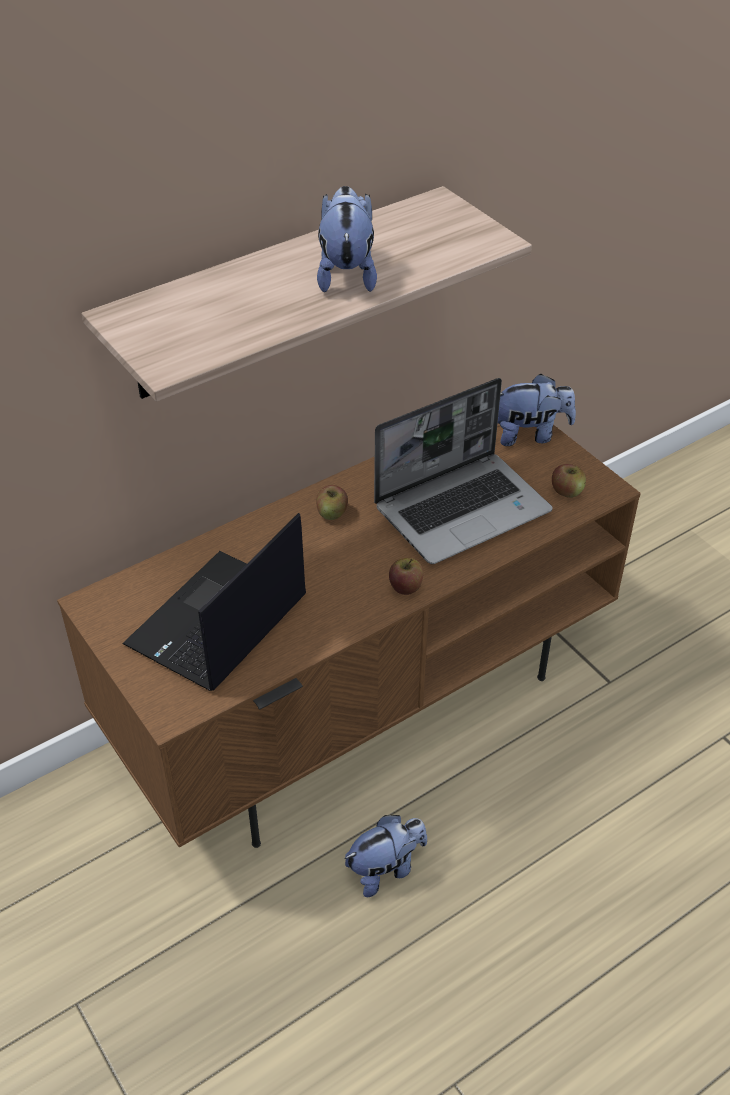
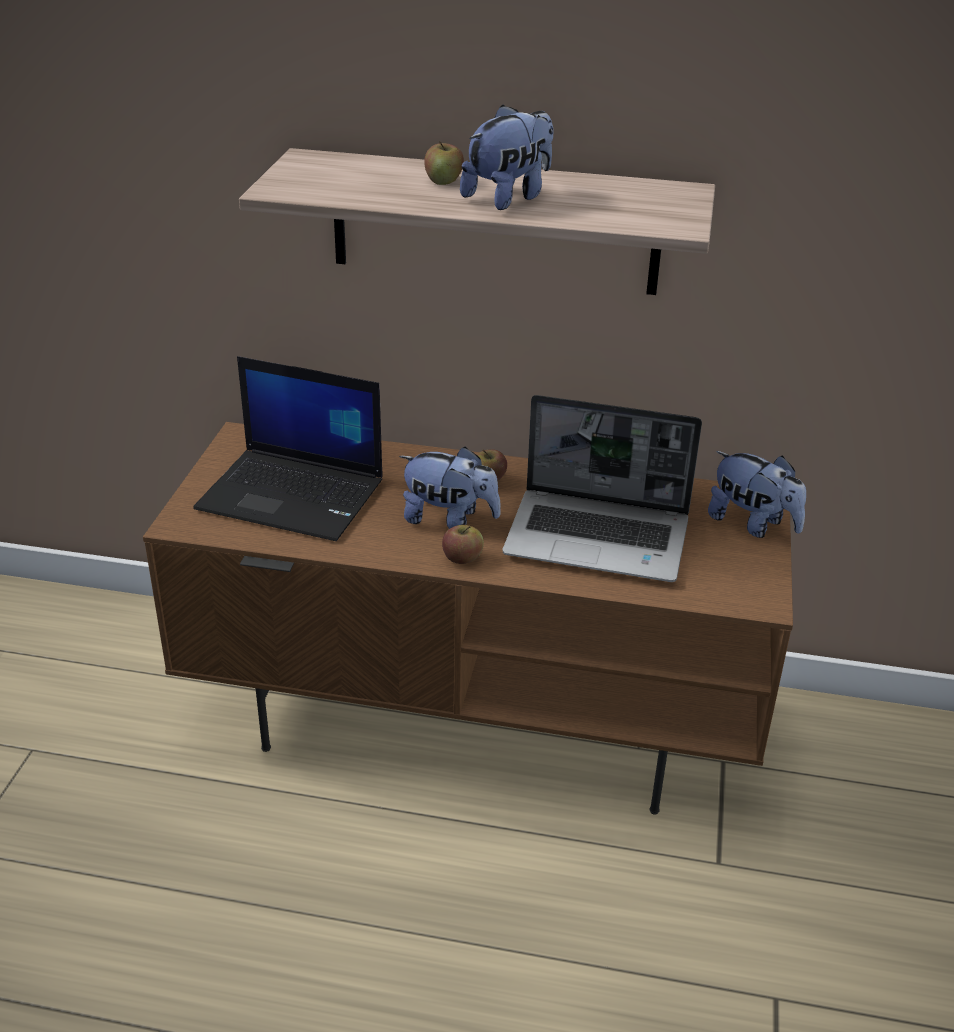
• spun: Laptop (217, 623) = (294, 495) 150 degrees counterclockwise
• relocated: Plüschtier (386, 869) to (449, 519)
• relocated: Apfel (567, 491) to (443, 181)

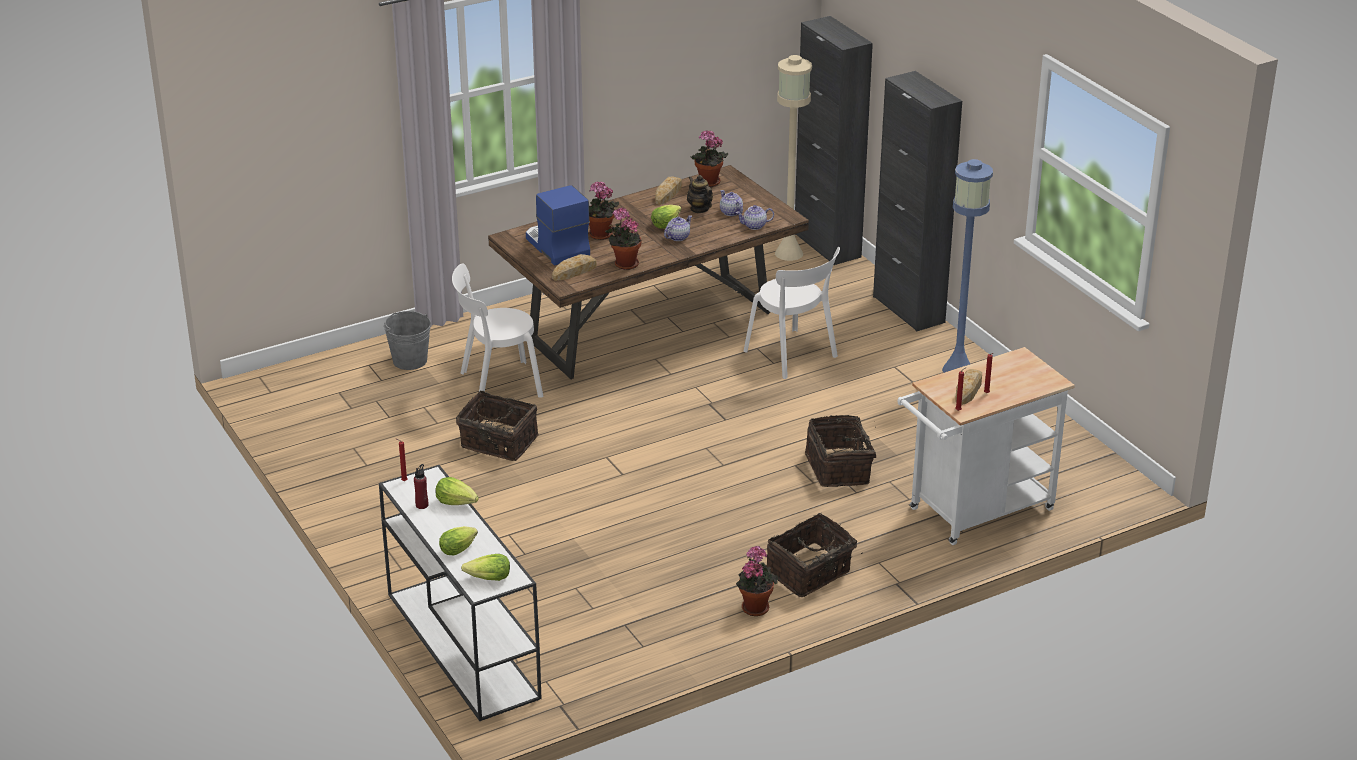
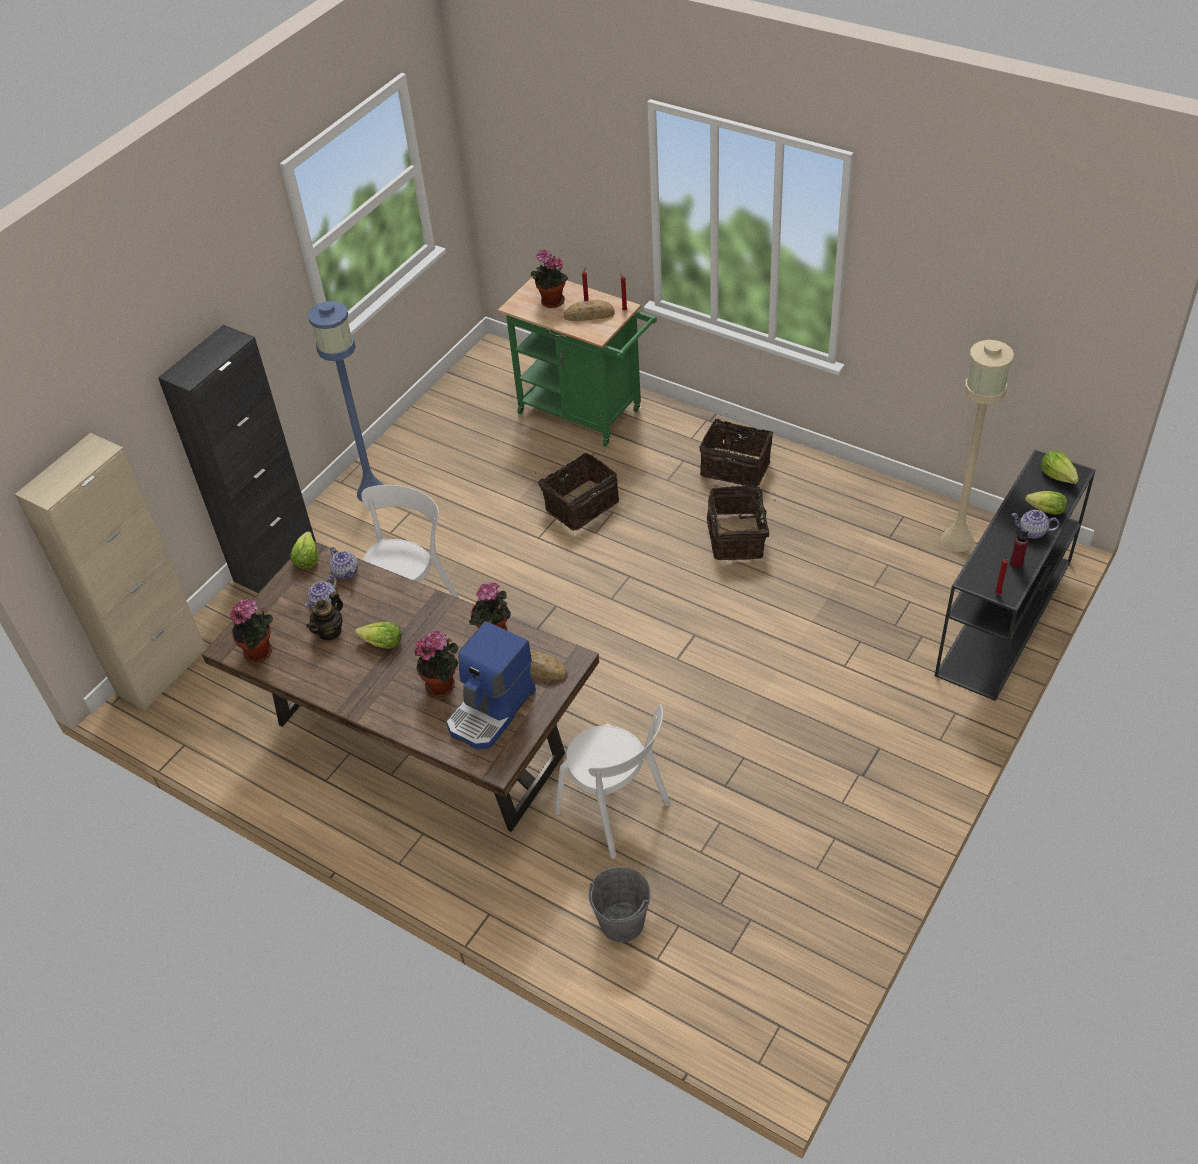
• colour: Schrank/schwarz (827, 245) to Schrank/beige (162, 672)
• relocated: Salatkopf (456, 502) to (307, 558)
• colour: Rollwagen/weiß (974, 513) to Rollwagen/grün (586, 413)
• relocated: Topfpflanze (755, 606) to (550, 302)
• relocated: Korb (498, 443) to (738, 537)
• colour: Konsolentisch/weiß (461, 644) to Konsolentisch/schwarz (1004, 619)
• relocated: Stehlampe/beige (788, 253) to (957, 540)
• relocated: Teekanne (678, 237) to (1032, 532)
• missing: Brot (668, 194)

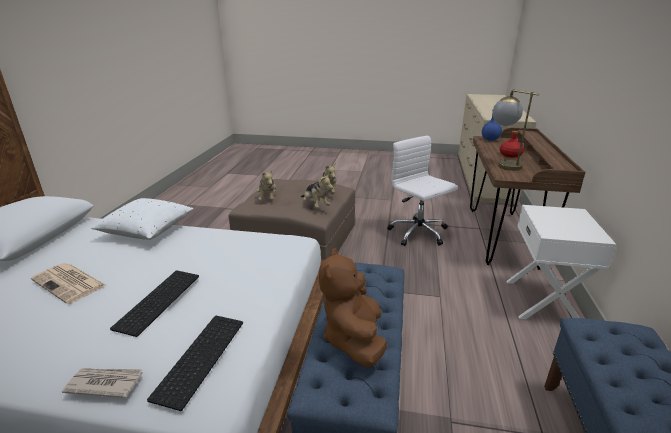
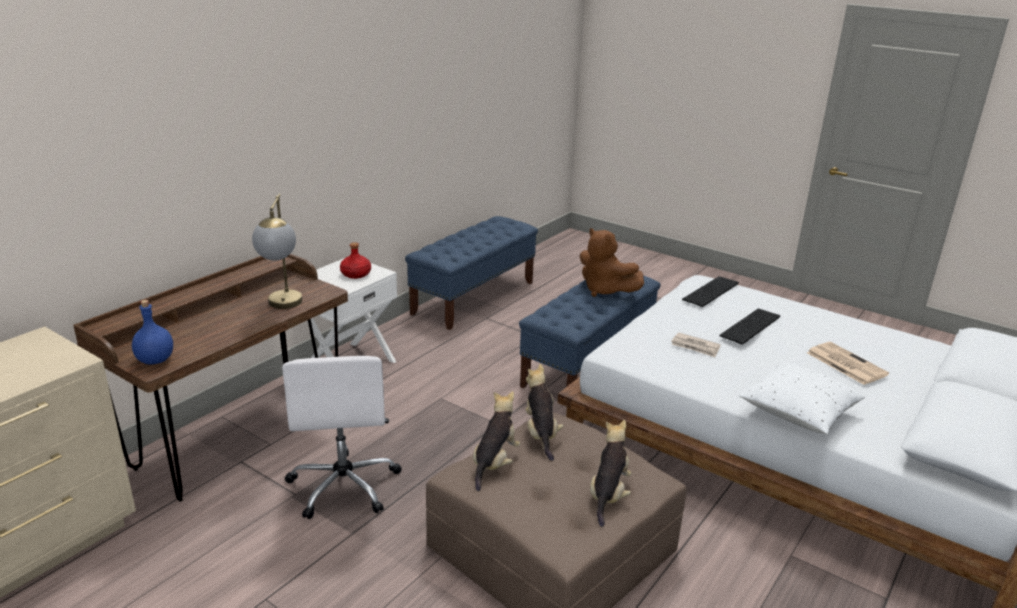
• relocated: Flasche/rot (510, 155) to (356, 274)
• spun: Plüschtier/braun (354, 339) = (605, 290) 105 degrees clockwise
• relocated: Zeitung (104, 383) to (695, 347)

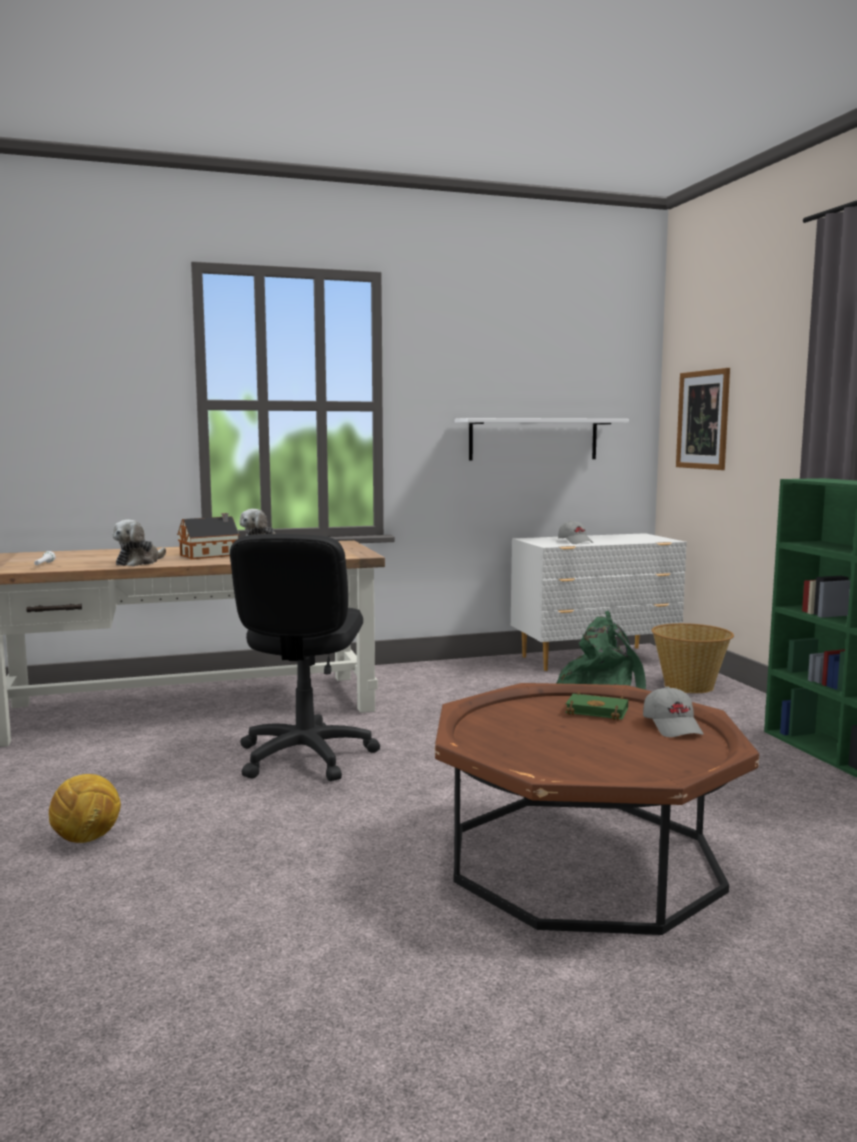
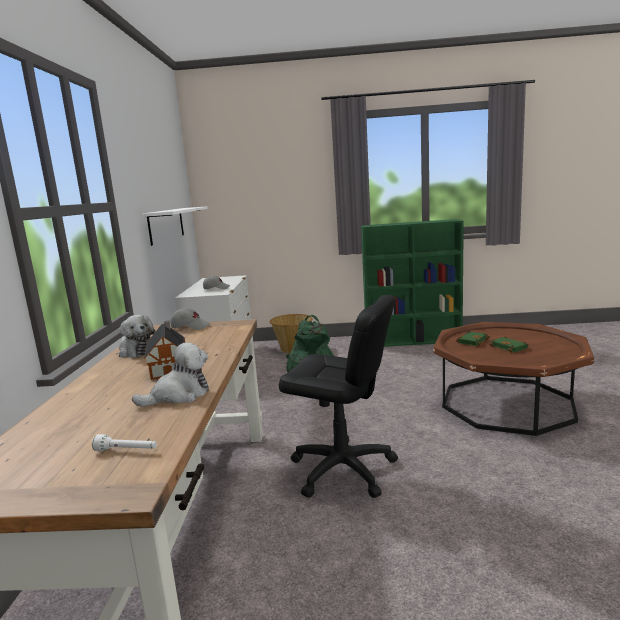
• spun: Plüschtier (139, 562) = (179, 395) 75 degrees counterclockwise
• relocated: Kappe/grau (673, 726) to (190, 327)
• appeared: Buch/grün (510, 347)
• missing: Fußball (87, 838)
• missing: Bild (703, 420)

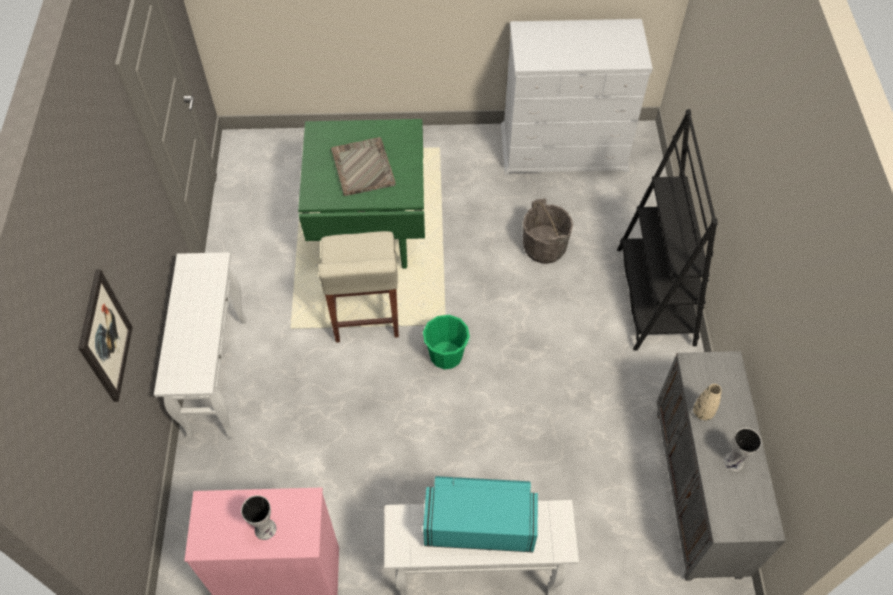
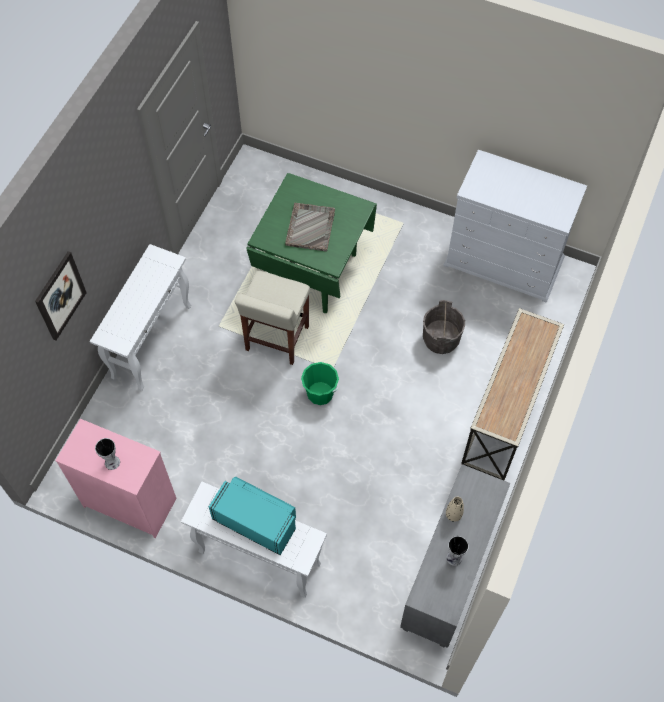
• exchanged: Bücherregal/schwarz (655, 296) to Konsolentisch (506, 414)

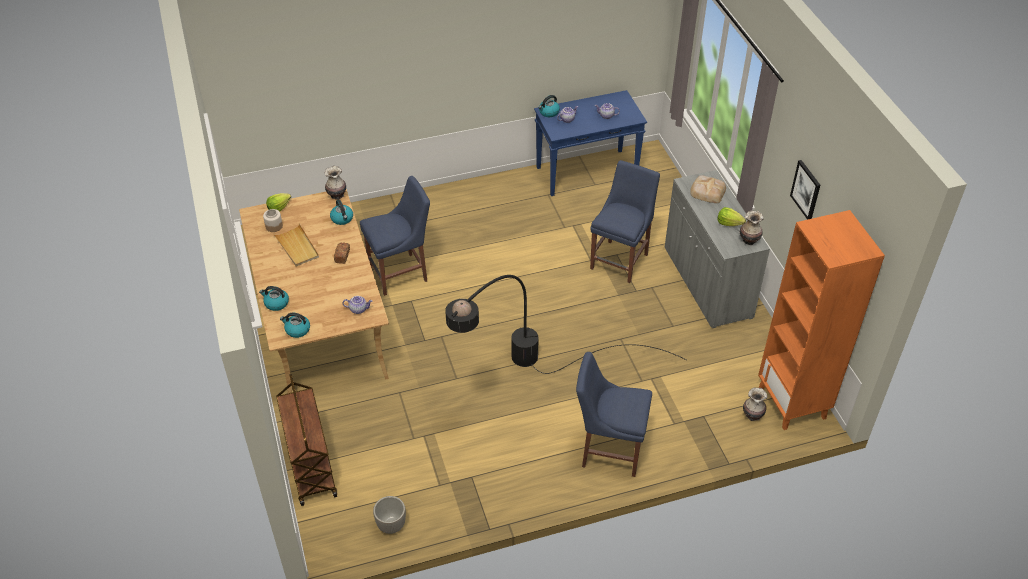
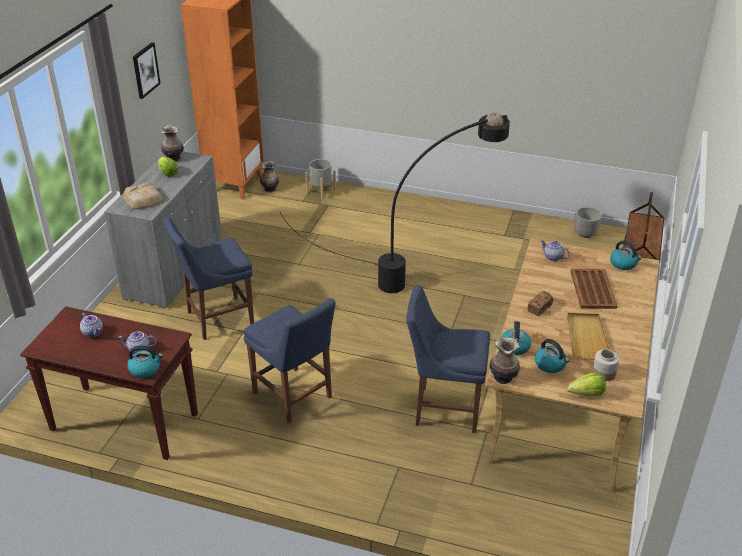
• colour: Konsolentisch/blau (587, 172) to Konsolentisch/braun (123, 423)
• relocated: Stuhl/blau (608, 450) to (294, 397)
• appeared: Pflanzkübel/grau (321, 191)
• relocated: Wasserkessel (276, 303) to (550, 365)
• appeared: Tablett/braun (593, 290)

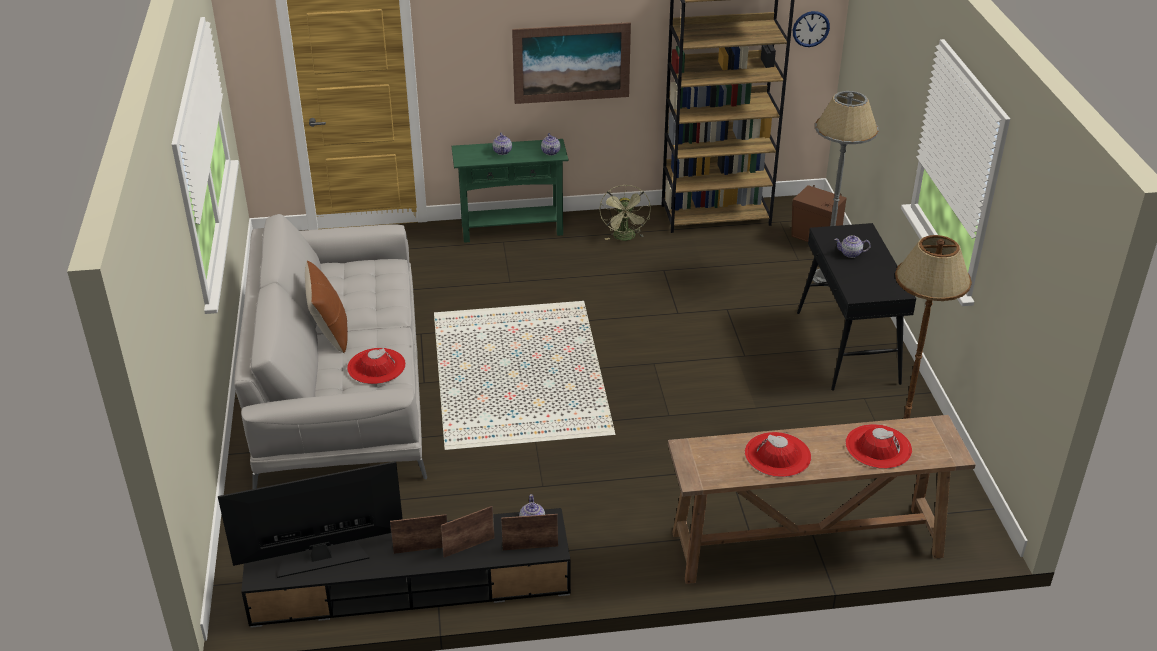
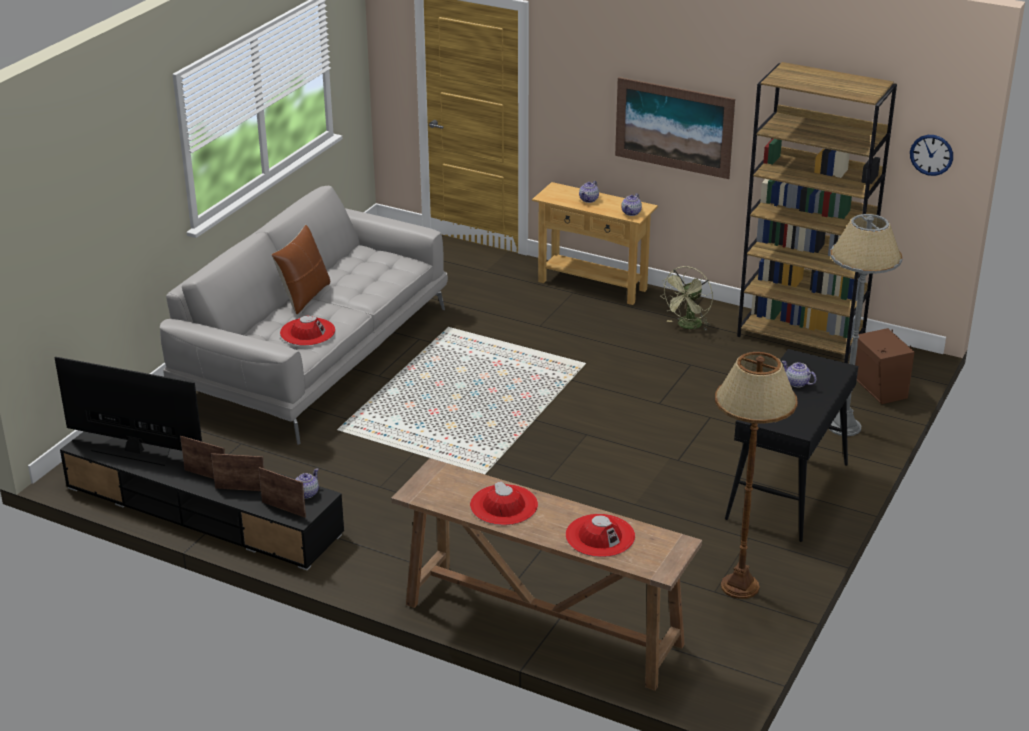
• colour: Konsolentisch/grün (512, 229) to Konsolentisch/beige (592, 285)

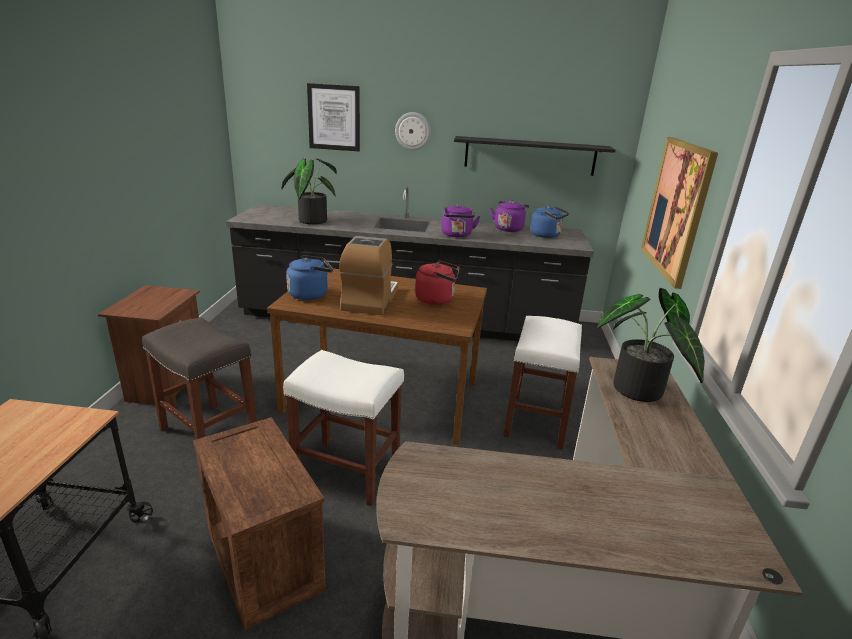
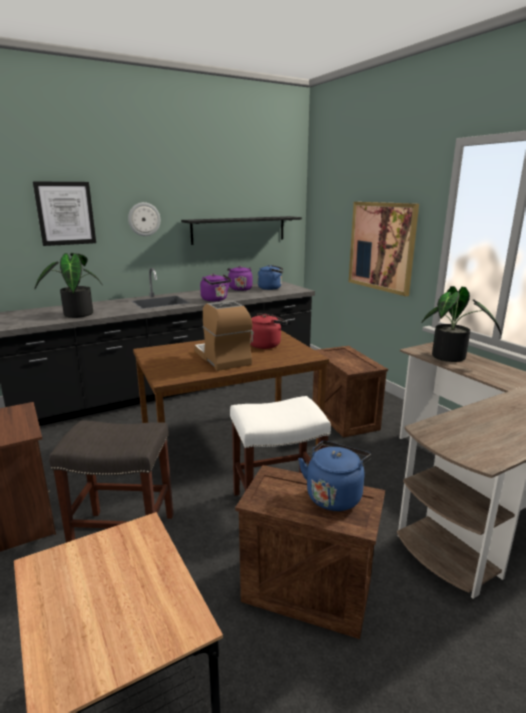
• relocated: Wasserkessel/blau (311, 294) to (334, 495)
• exchanged: Hocker/weiß (536, 422) to Kiste (345, 418)

